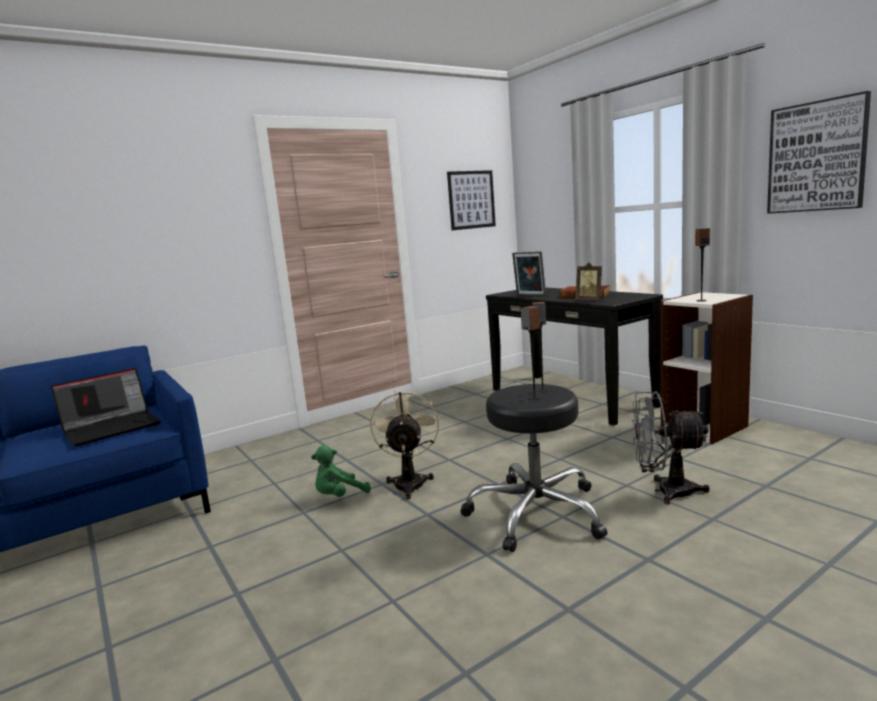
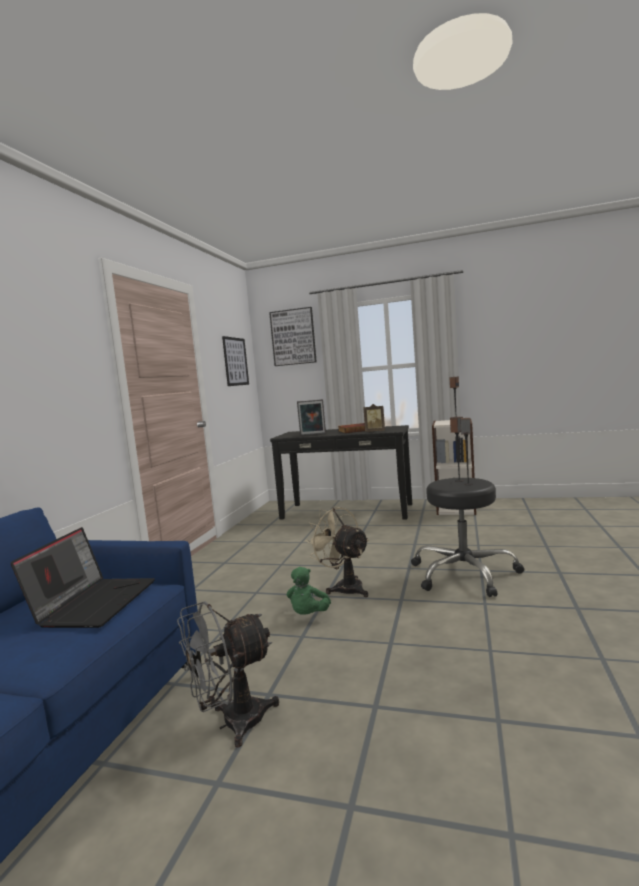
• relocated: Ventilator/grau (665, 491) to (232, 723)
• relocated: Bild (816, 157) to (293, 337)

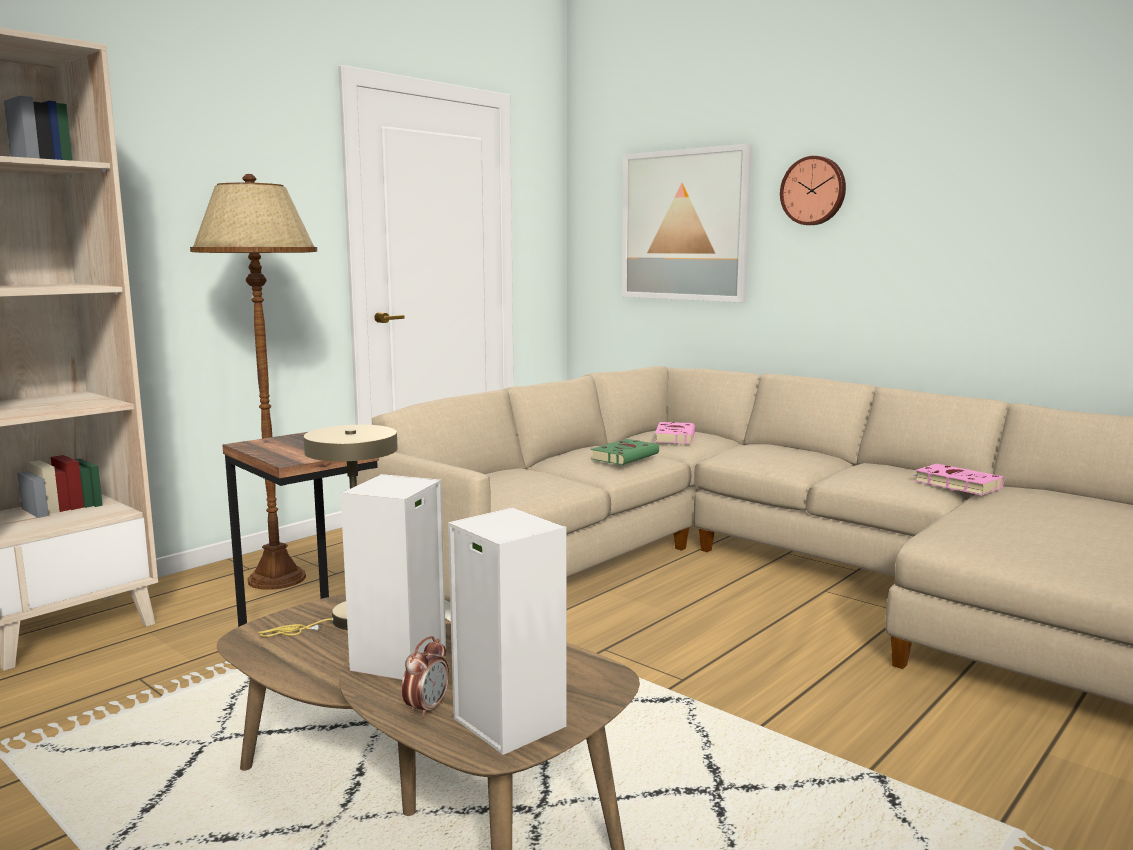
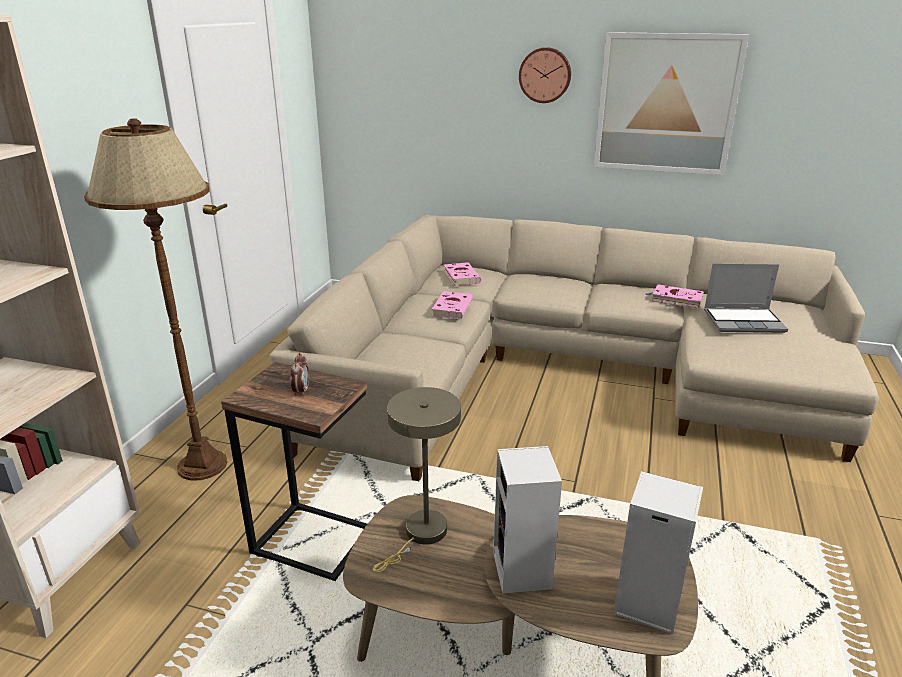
• relocated: Wecker (426, 708) to (301, 391)
• colour: Buch/grün (626, 456) to Buch/rosa (452, 308)
• relocated: Bild (684, 225) to (666, 104)
• appeared: Laptop (744, 321)

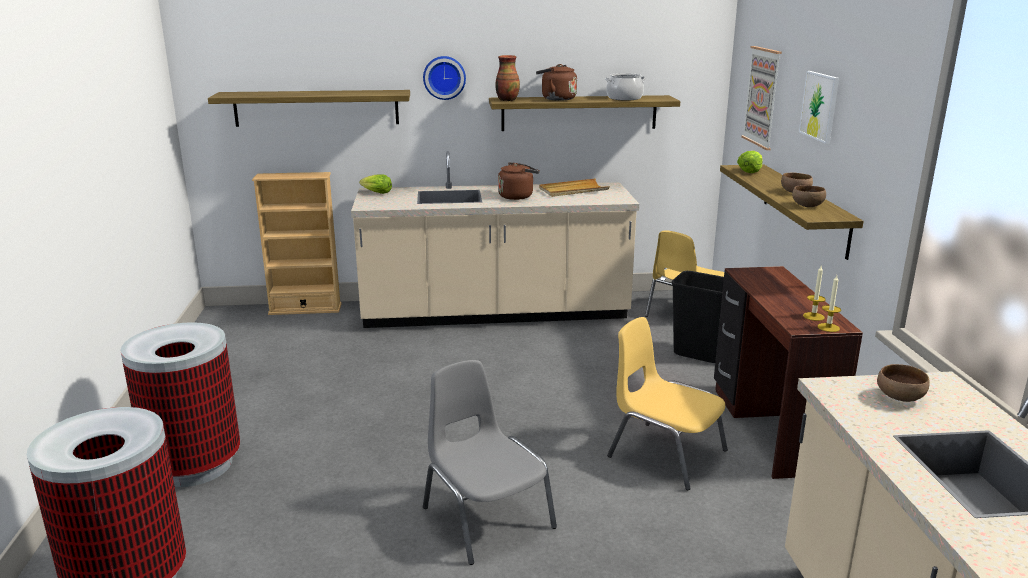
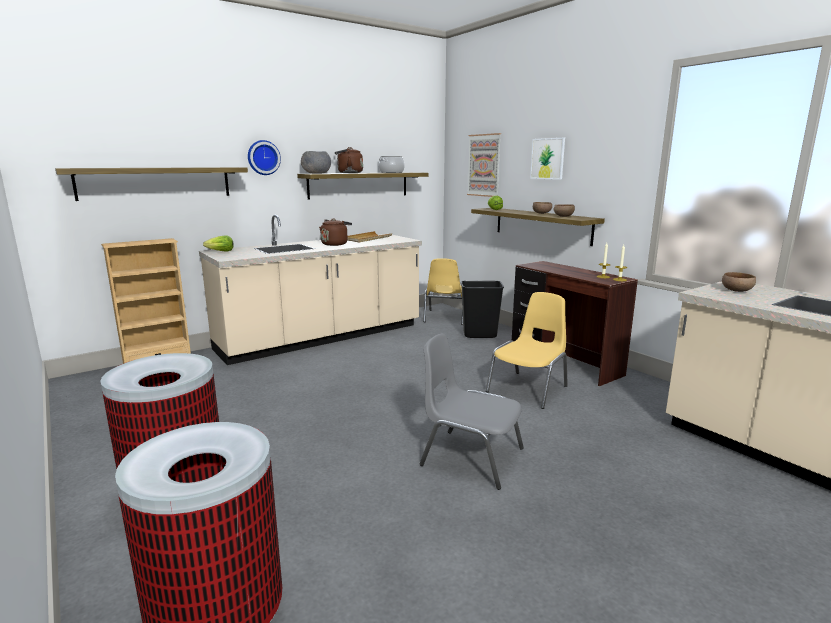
• exchanged: Vase (507, 100) to Schüssel/grau (316, 173)
• spun: Stuhl/gelb (665, 453) = (529, 389) 120 degrees clockwise

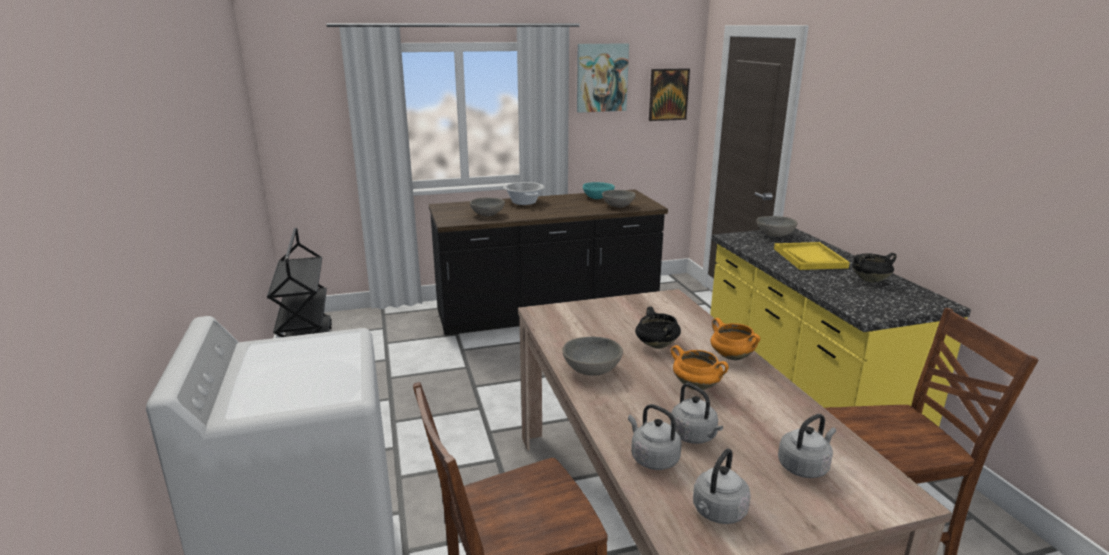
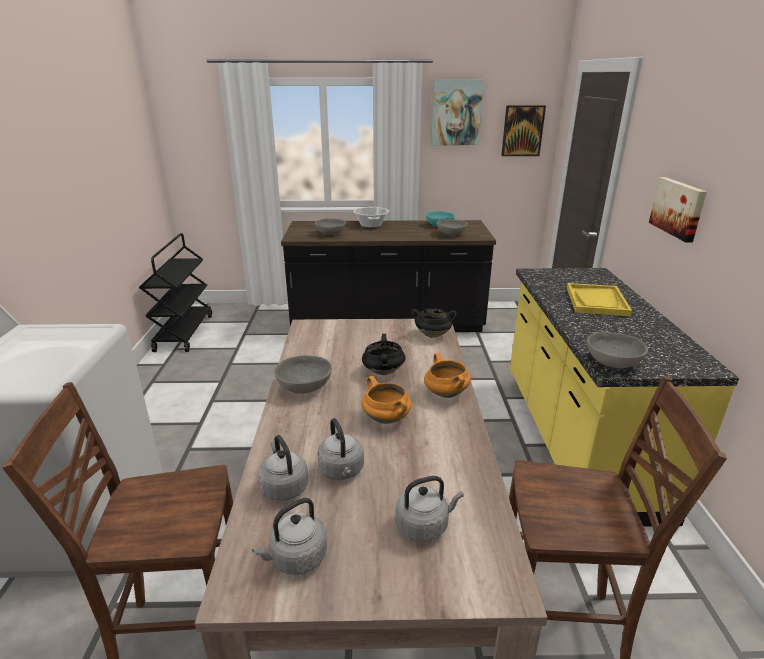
• relocated: Kochtopf/schwarz (870, 280) to (433, 334)
• relocated: Schüssel/grau (774, 235) to (612, 362)
• appeared: Bild (678, 208)

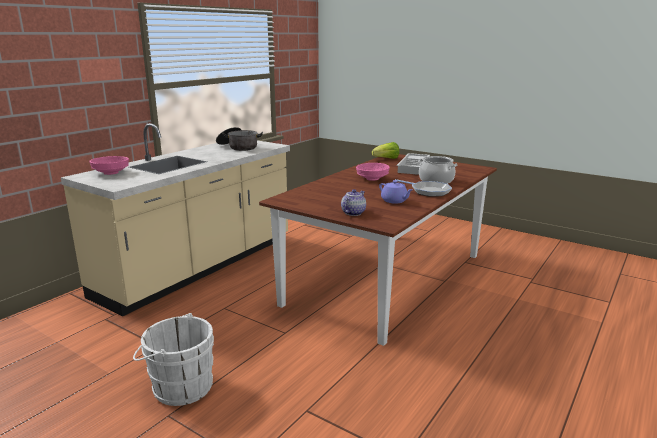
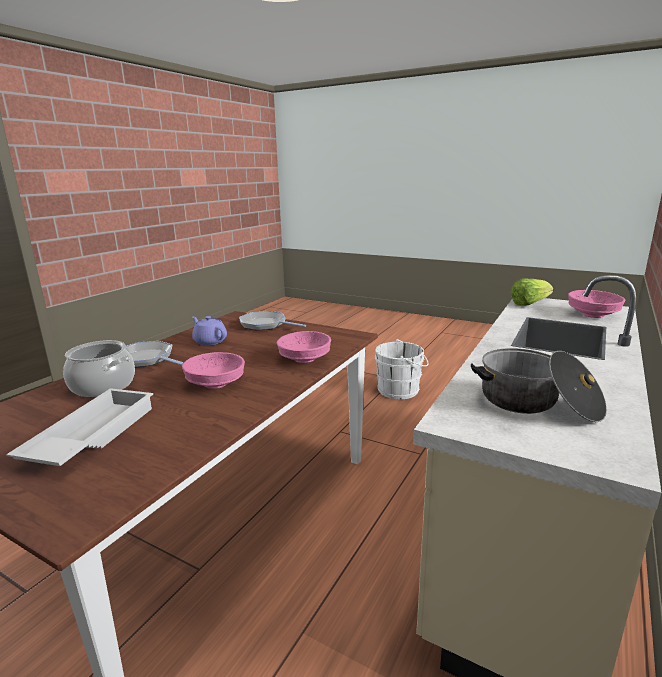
• exchanged: Teekanne (353, 213) to Pfanne (265, 325)
• appeared: Schüssel/rosa (304, 359)
• relocated: Salatkopf (386, 159) to (529, 303)

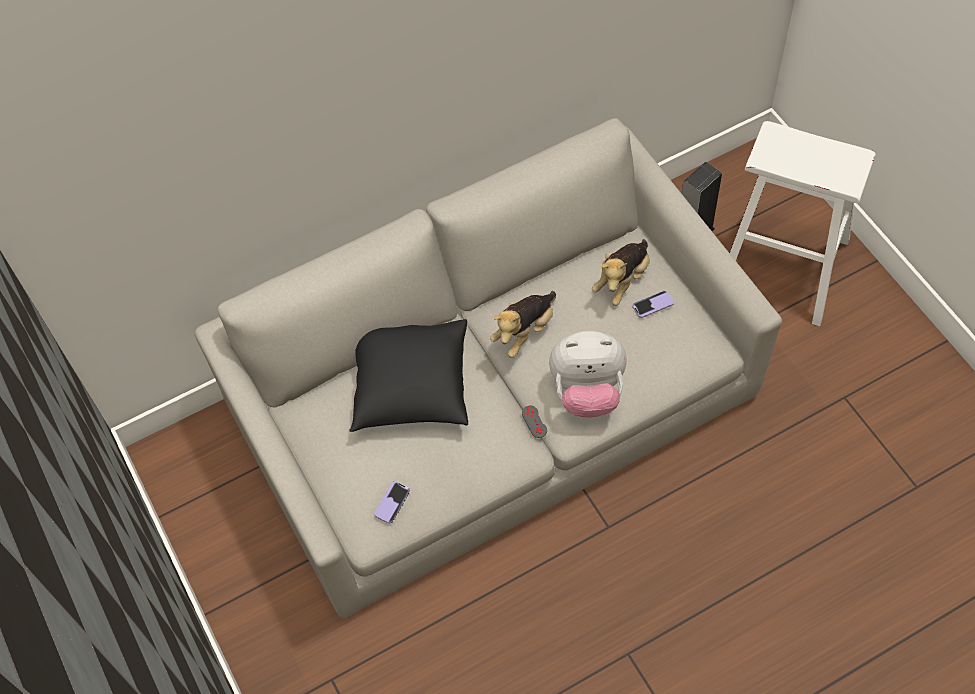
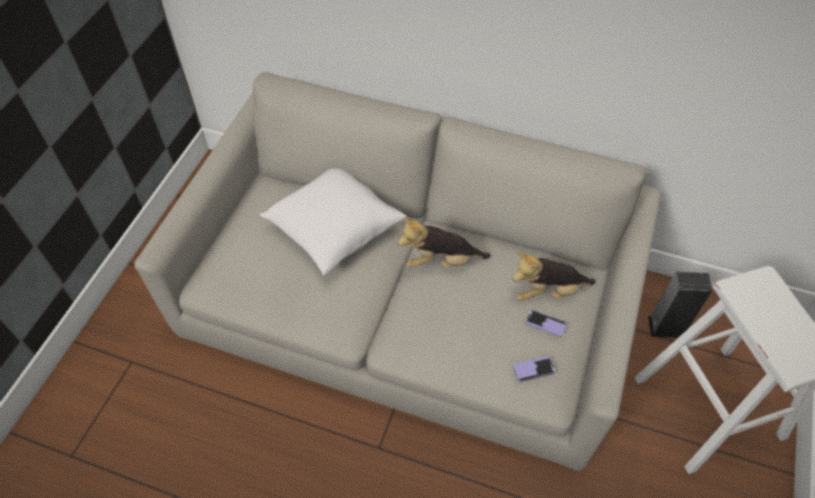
• colour: Kissen/schwarz (410, 387) to Kissen/weiß (334, 228)
• relocated: Handy (392, 502) to (534, 369)
• missing: Gamepad/grau (534, 421)
• missing: Plüschtier (587, 392)

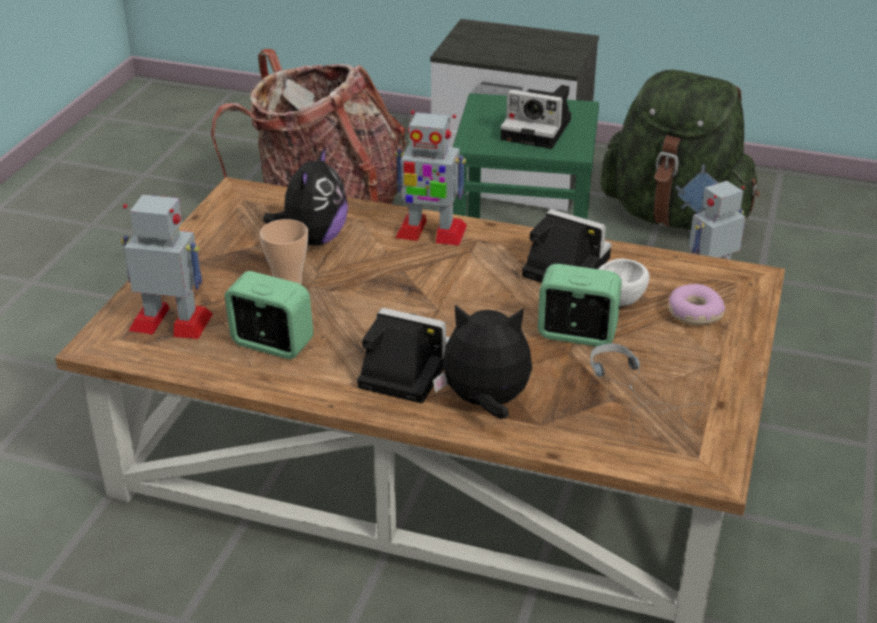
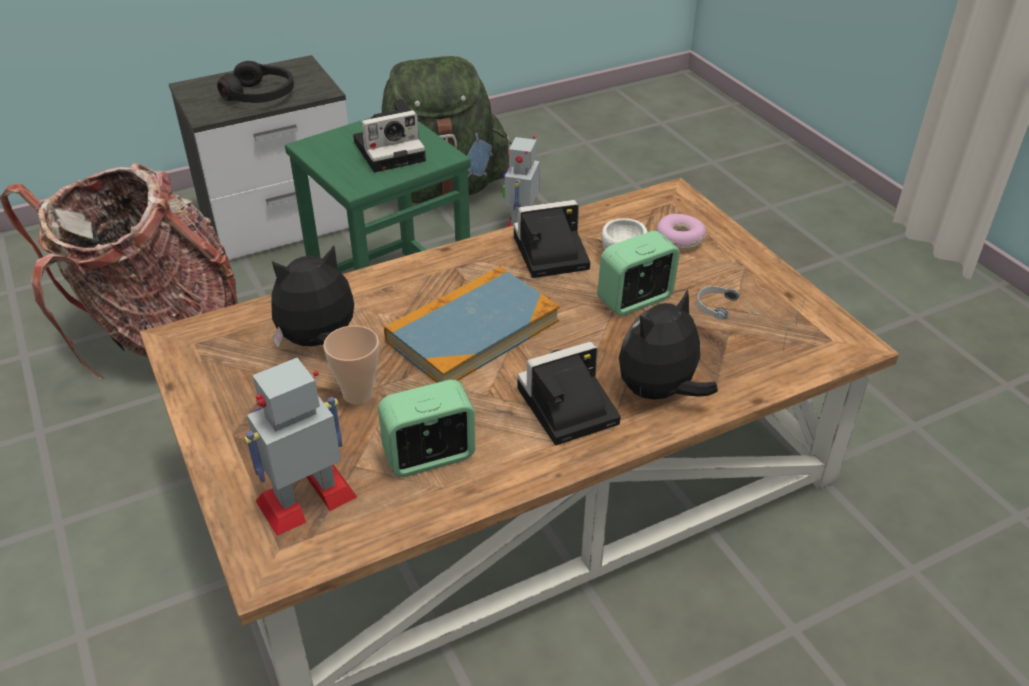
• appeared: Kopfhörer/schwarz (260, 95)
• spun: Plüschtier (313, 239) = (319, 342) 90 degrees counterclockwise
• appeared: Buch (472, 331)
• missing: Spielzeugroboter (430, 232)

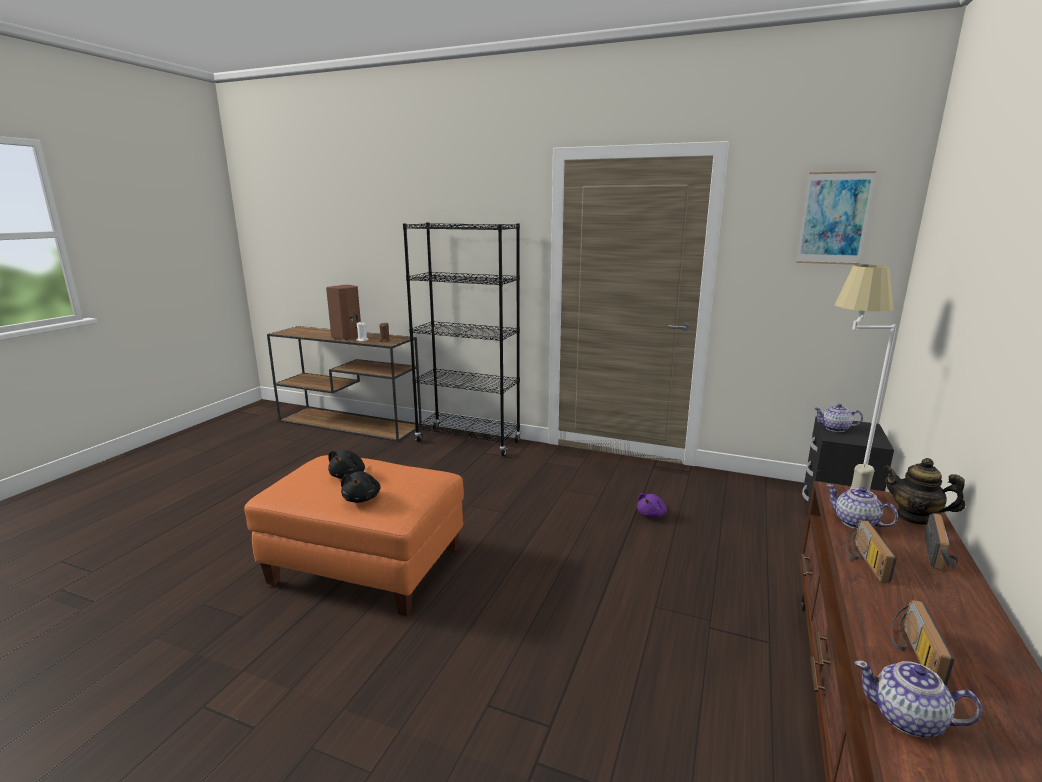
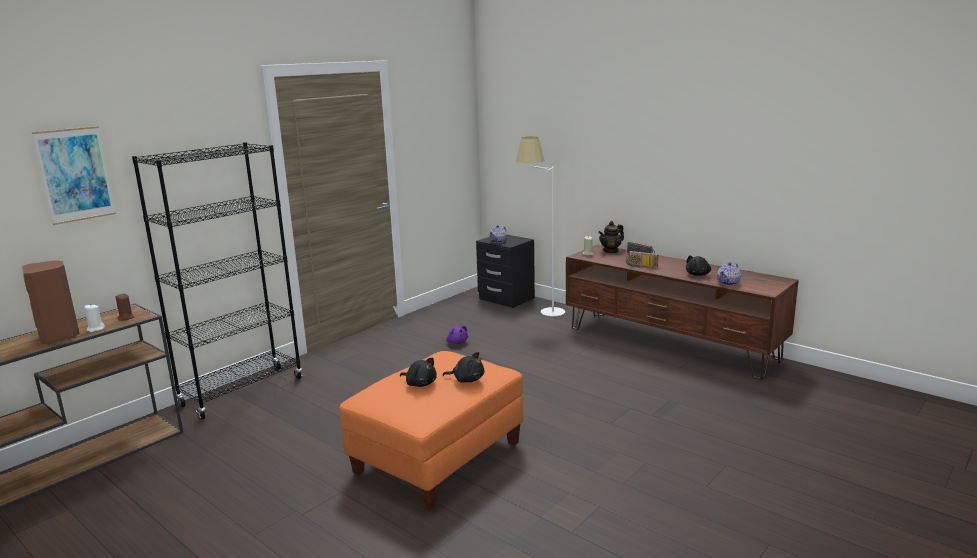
• relocated: Bild (834, 218) to (75, 174)
• exchanged: Radio (912, 653) to Plüschtier/schwarz (698, 274)
• missing: Teekanne (856, 523)

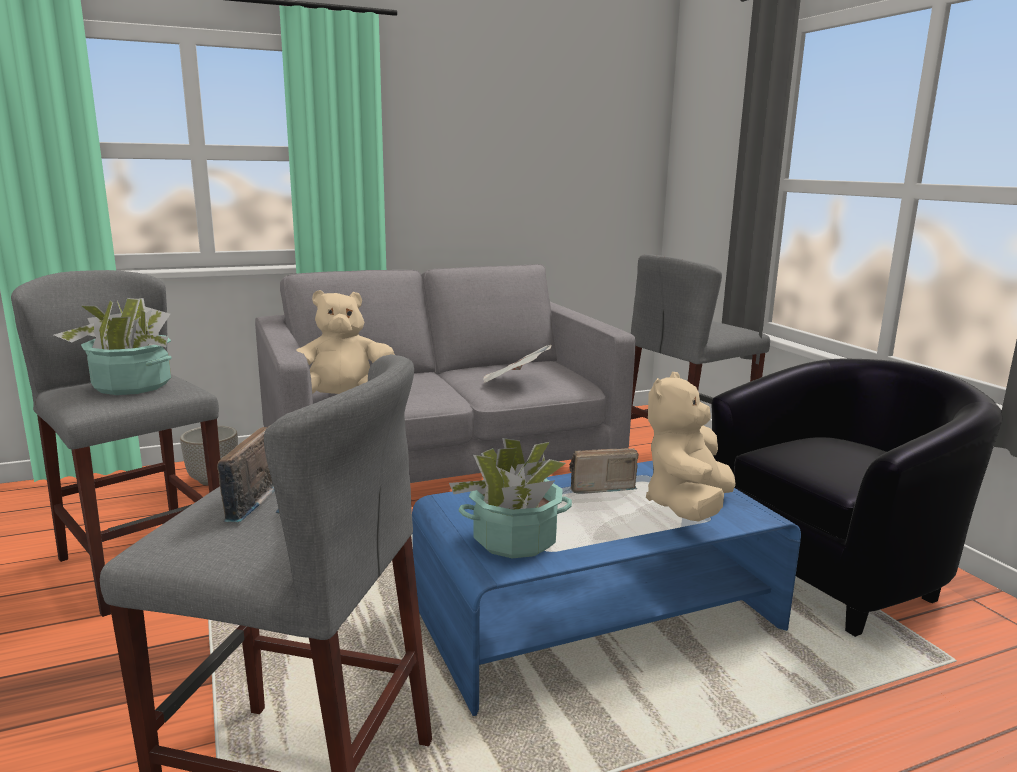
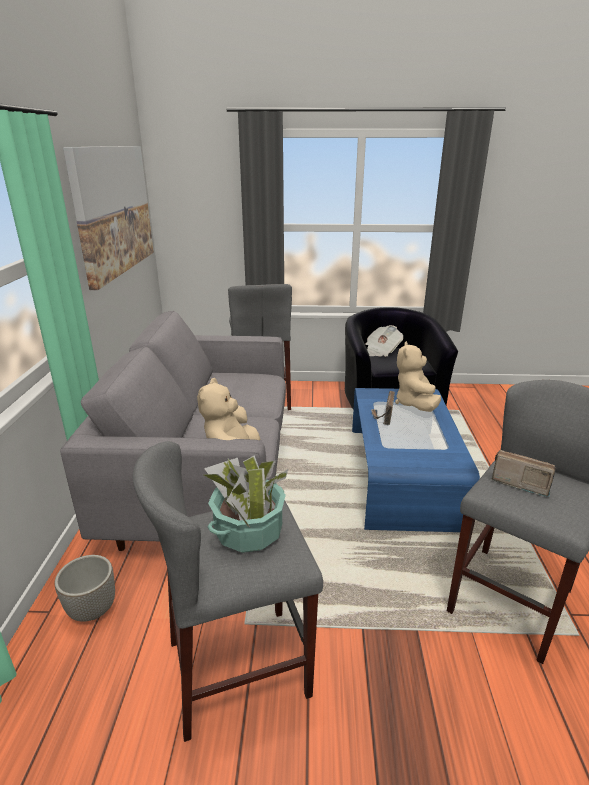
• appeared: Bild (113, 210)
• relocated: Zeitung (514, 383) to (381, 351)
• spun: Plüschtier/beige (687, 507) = (415, 404) 45 degrees clockwise
• missing: Topfpflanze (515, 540)

